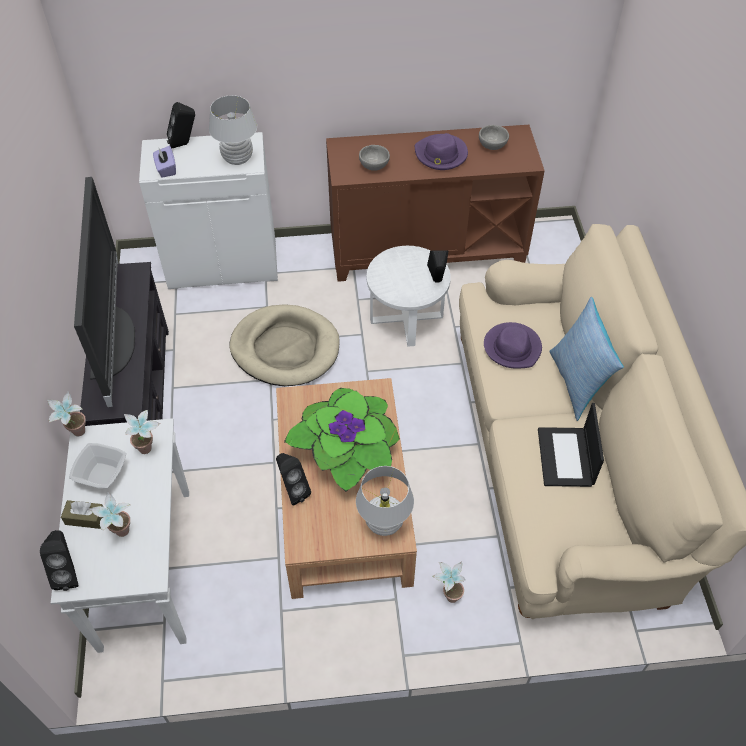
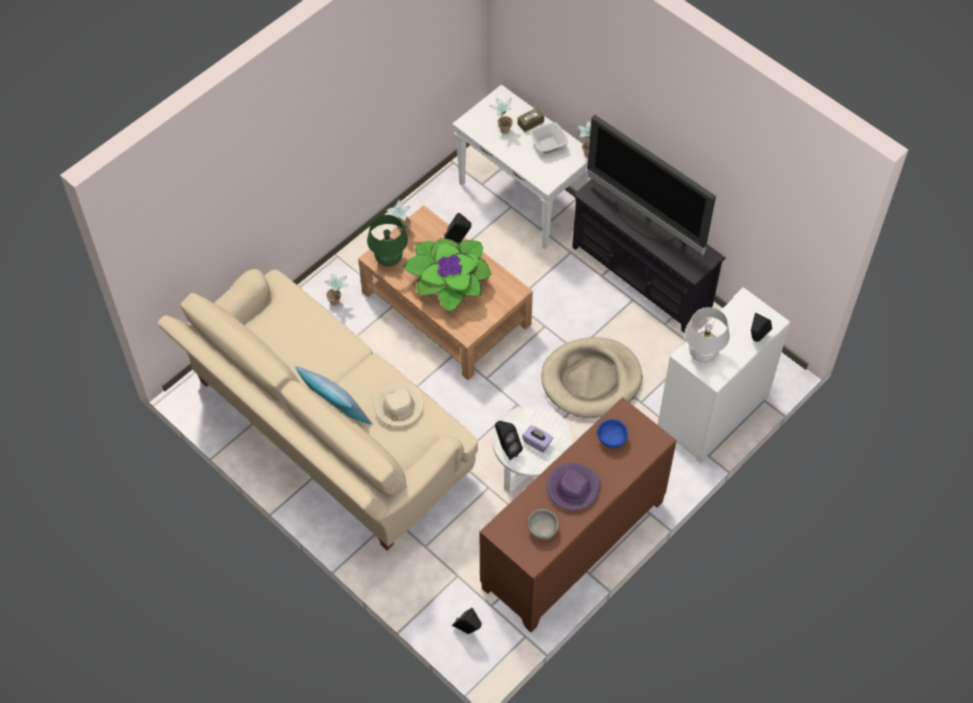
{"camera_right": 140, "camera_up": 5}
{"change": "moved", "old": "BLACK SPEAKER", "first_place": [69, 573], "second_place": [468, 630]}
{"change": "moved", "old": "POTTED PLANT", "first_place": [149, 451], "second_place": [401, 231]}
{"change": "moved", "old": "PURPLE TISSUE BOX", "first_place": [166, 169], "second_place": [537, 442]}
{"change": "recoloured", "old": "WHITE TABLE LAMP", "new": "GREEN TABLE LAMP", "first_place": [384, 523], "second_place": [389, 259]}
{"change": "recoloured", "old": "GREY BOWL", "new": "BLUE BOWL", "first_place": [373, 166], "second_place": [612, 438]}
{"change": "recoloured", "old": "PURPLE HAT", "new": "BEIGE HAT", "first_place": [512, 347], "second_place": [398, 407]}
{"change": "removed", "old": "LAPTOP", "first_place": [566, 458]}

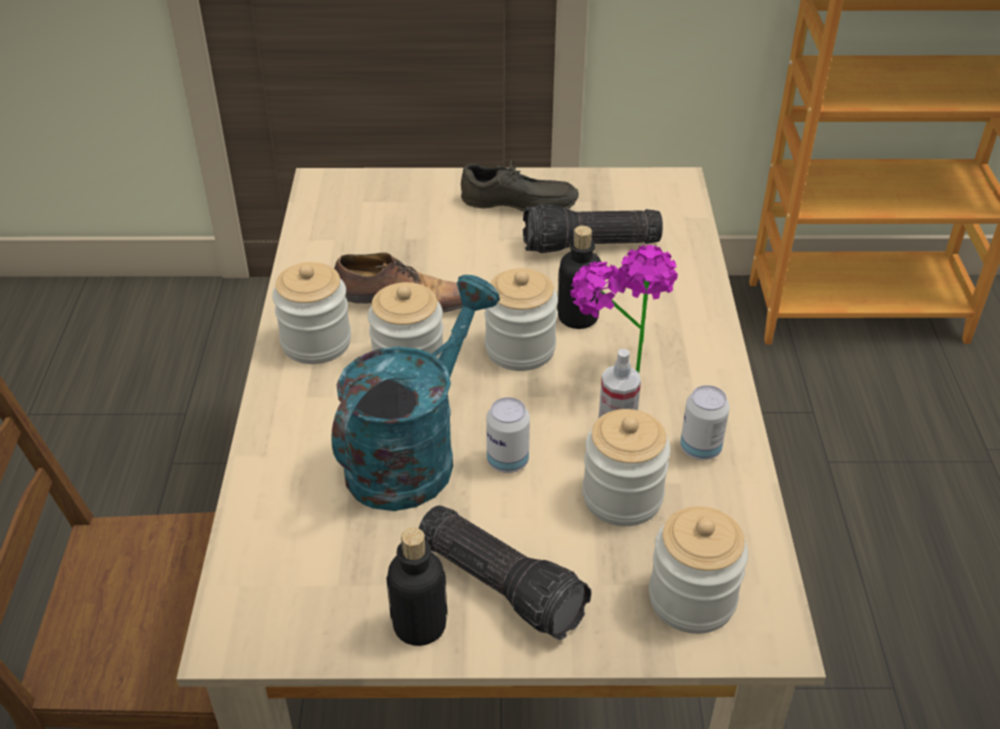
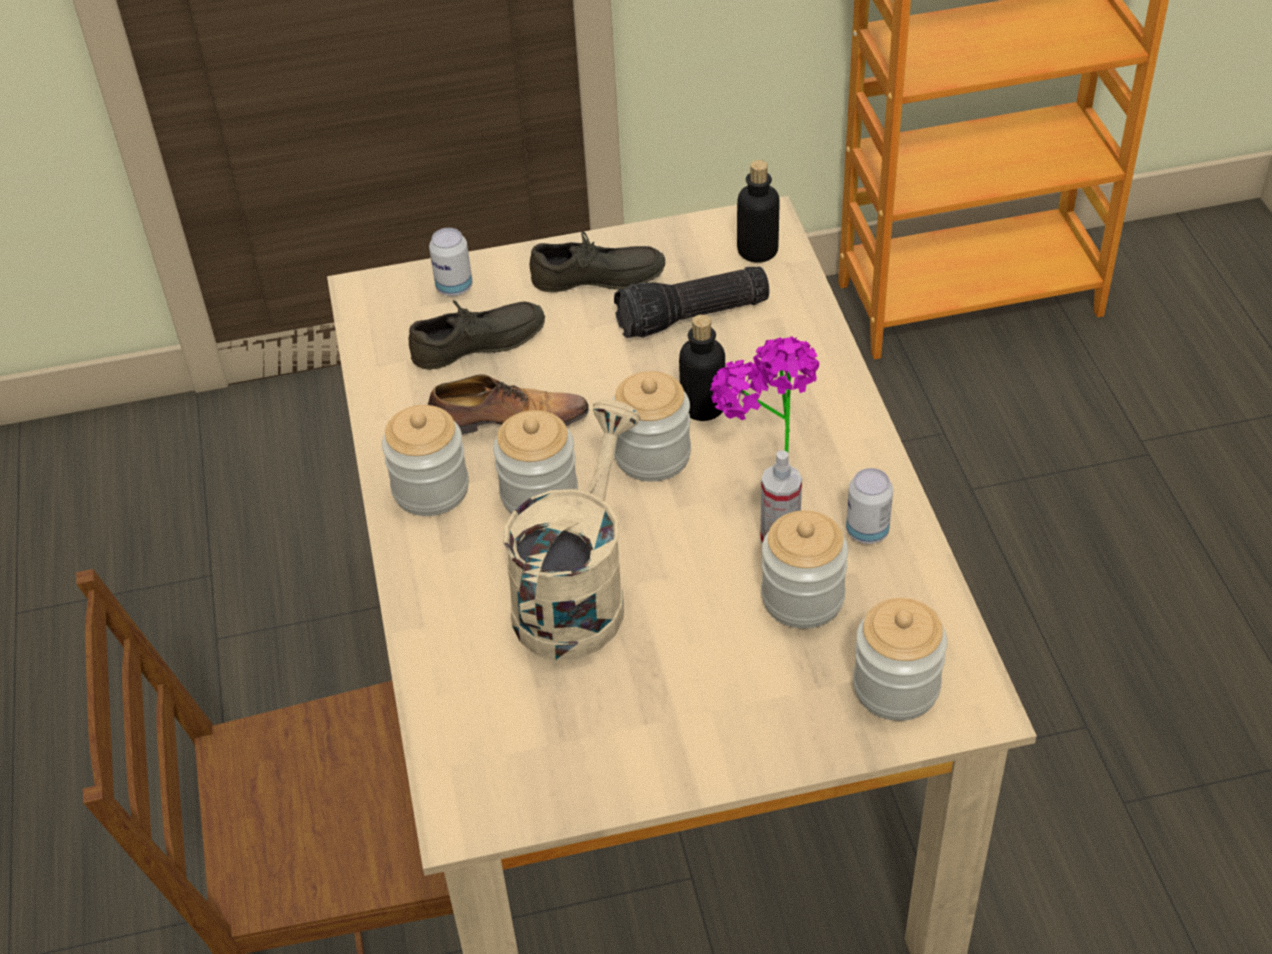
{"camera_right": -10, "camera_up": 5}
{"change": "recoloured", "old": "TURQUOISE WATERING CAN", "new": "BEIGE WATERING CAN", "first_place": [412, 453], "second_place": [576, 593]}
{"change": "moved", "old": "BOTTLE", "first_place": [419, 625], "second_place": [757, 251]}
{"change": "removed", "old": "FLASHLIGHT", "first_place": [503, 583]}
{"change": "moved", "old": "CAN", "first_place": [507, 461], "second_place": [454, 287]}
{"change": "added", "new": "GREY SHOE", "second_place": [480, 348]}

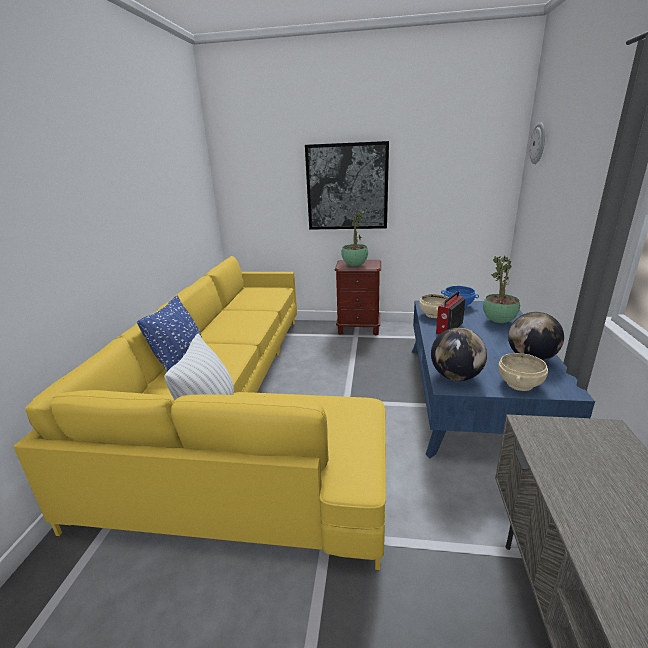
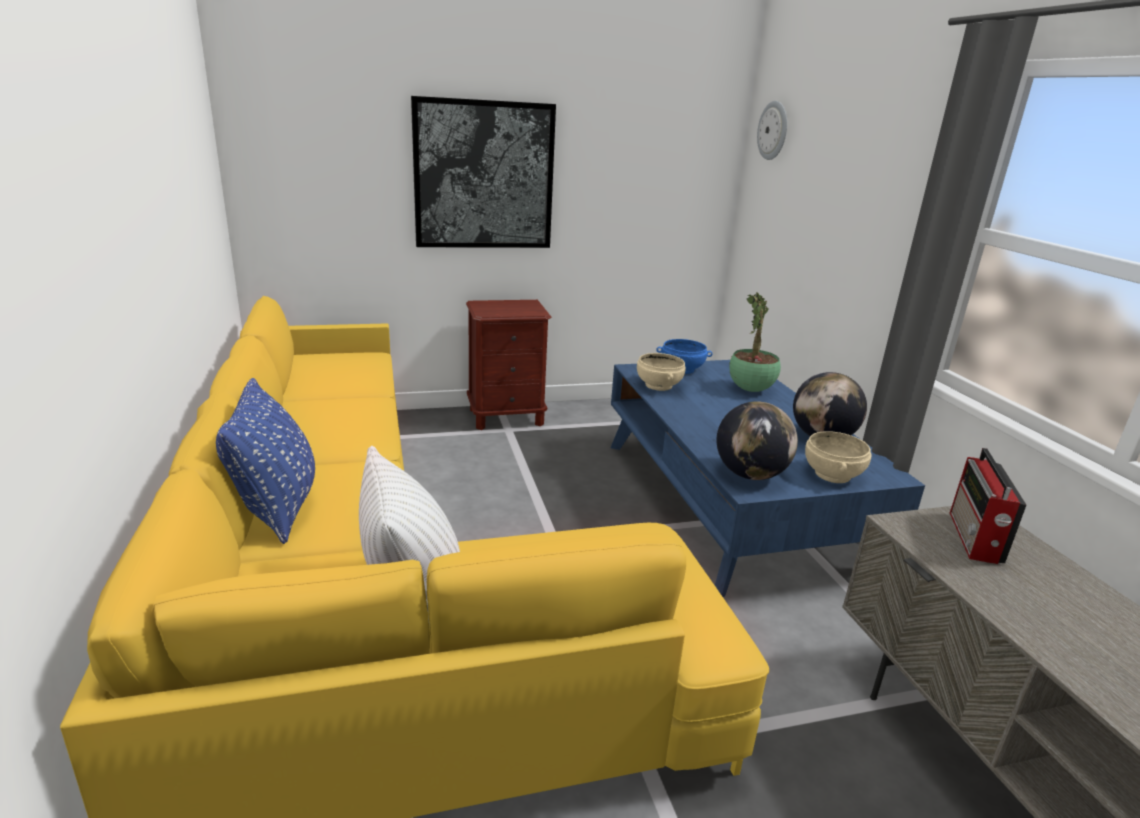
{"camera_right": -25, "camera_up": 0}
{"change": "removed", "old": "POTTED PLANT", "first_place": [354, 265]}
{"change": "moved", "old": "RADIO", "first_place": [448, 328], "second_place": [974, 538]}

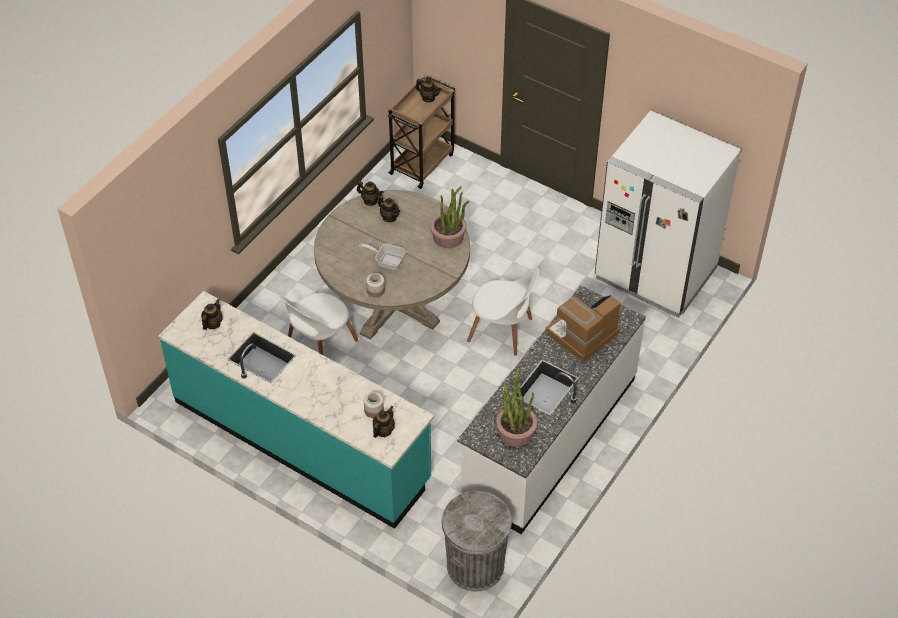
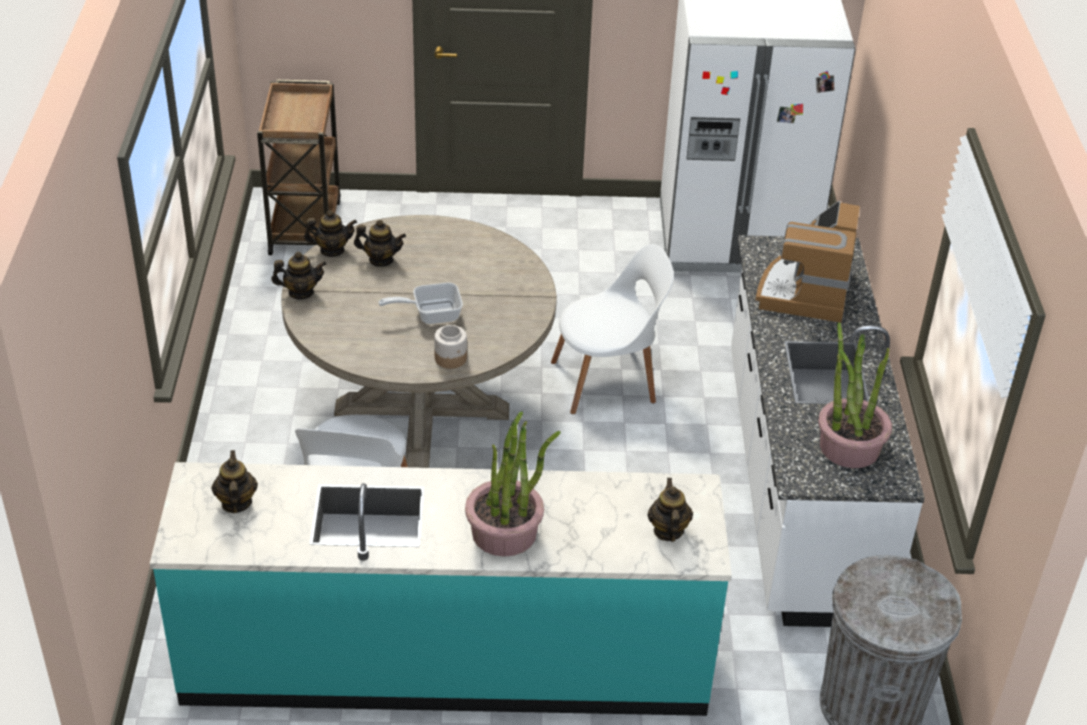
{"camera_right": -35, "camera_up": -10}
{"change": "removed", "old": "JAR", "first_place": [374, 410]}
{"change": "moved", "old": "TEAPOT", "first_place": [428, 98], "second_place": [301, 292]}
{"change": "moved", "old": "POTTED PLANT", "first_place": [448, 237], "second_place": [505, 532]}

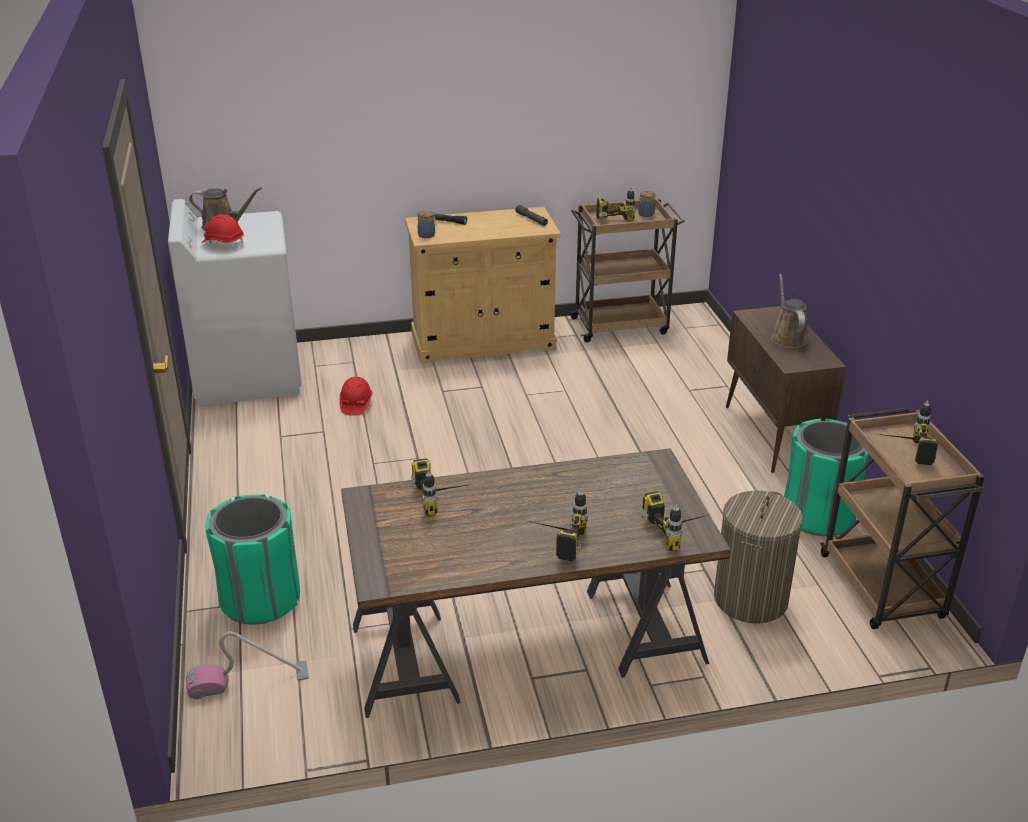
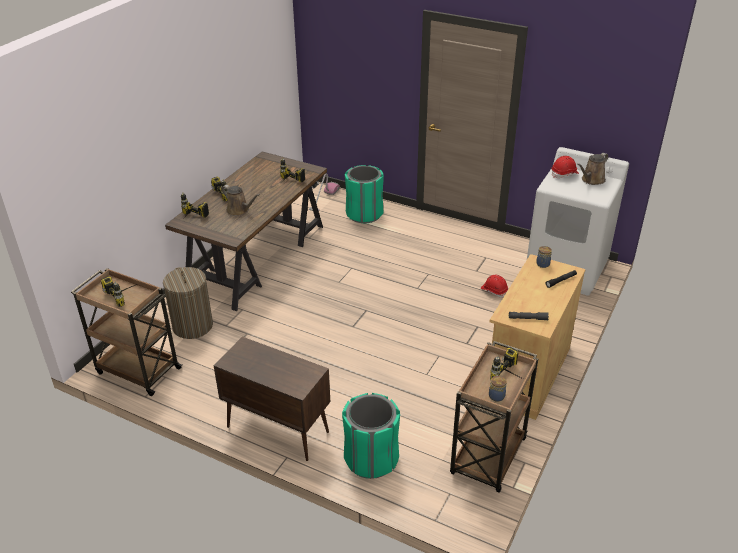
{"camera_right": 130, "camera_up": 5}
{"change": "moved", "old": "BROWN WATERING CAN", "first_place": [787, 337], "second_place": [239, 210]}
{"change": "moved", "old": "GREEN TRASH CAN", "first_place": [818, 516], "second_place": [371, 459]}

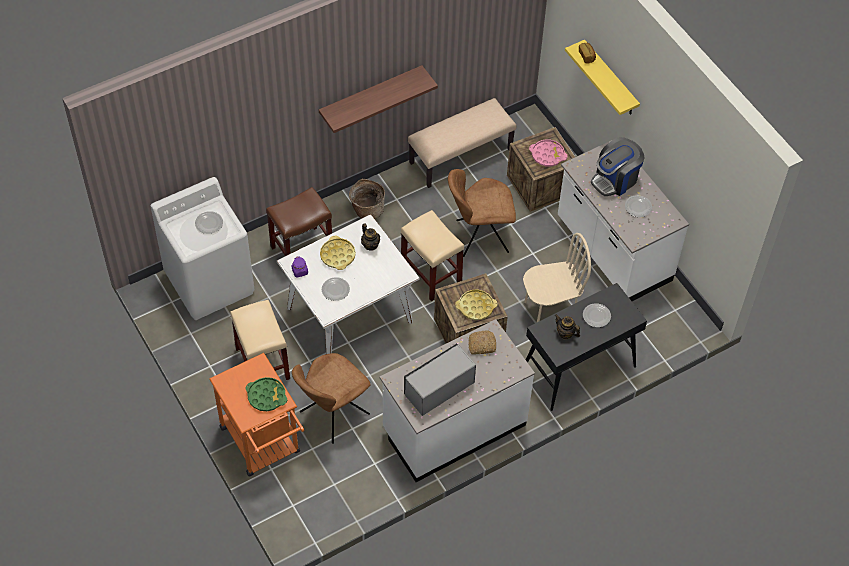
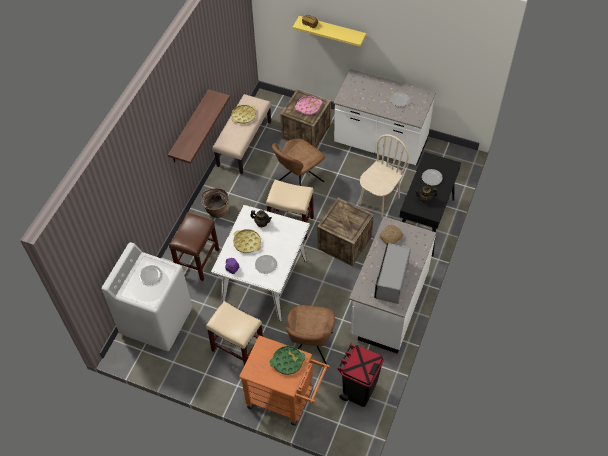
{"camera_right": -35, "camera_up": 0}
{"change": "moved", "old": "YELLOW TRAY", "first_place": [476, 307], "second_place": [243, 116]}
{"change": "removed", "old": "COFFEE MACHINE", "first_place": [615, 179]}
{"change": "added", "new": "BLACK TRASH CAN", "second_place": [359, 390]}

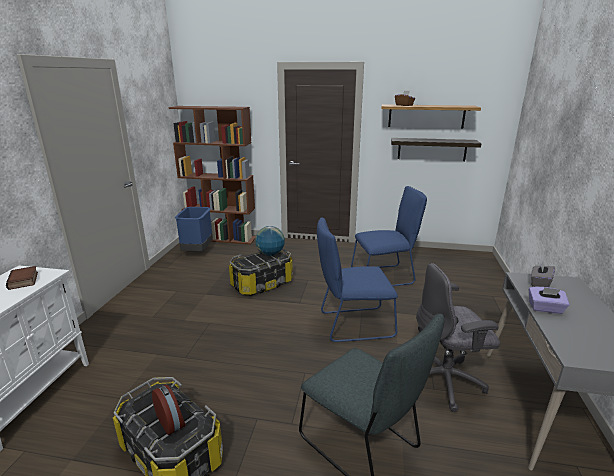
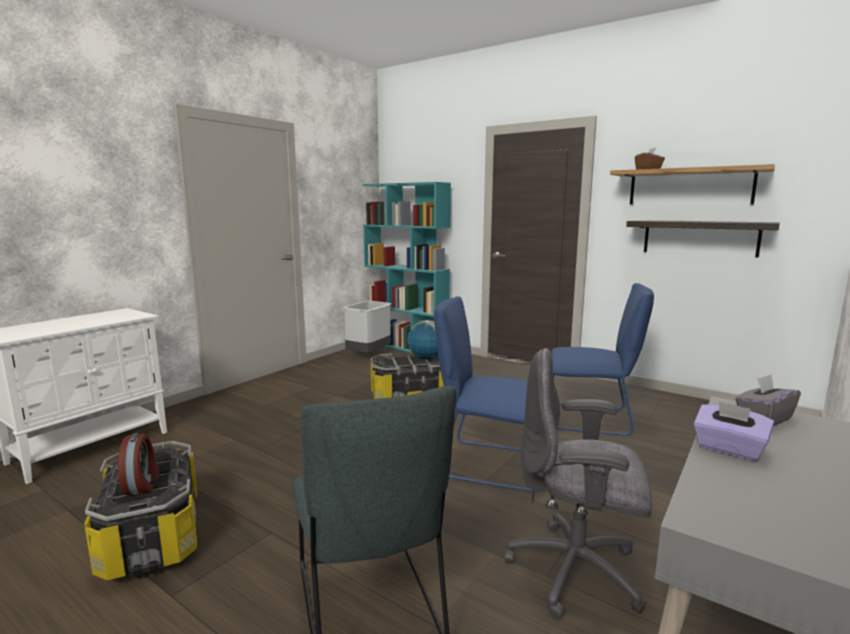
{"camera_right": 25, "camera_up": -10}
{"change": "removed", "old": "BOOK", "first_place": [24, 281]}
{"change": "recoloured", "old": "BROWN BOOKCASE", "new": "TURQUOISE BOOKCASE", "first_place": [221, 238], "second_place": [407, 347]}
{"change": "recoloured", "old": "BLUE TRASH CAN", "new": "GREY TRASH CAN", "first_place": [198, 251], "second_place": [369, 355]}

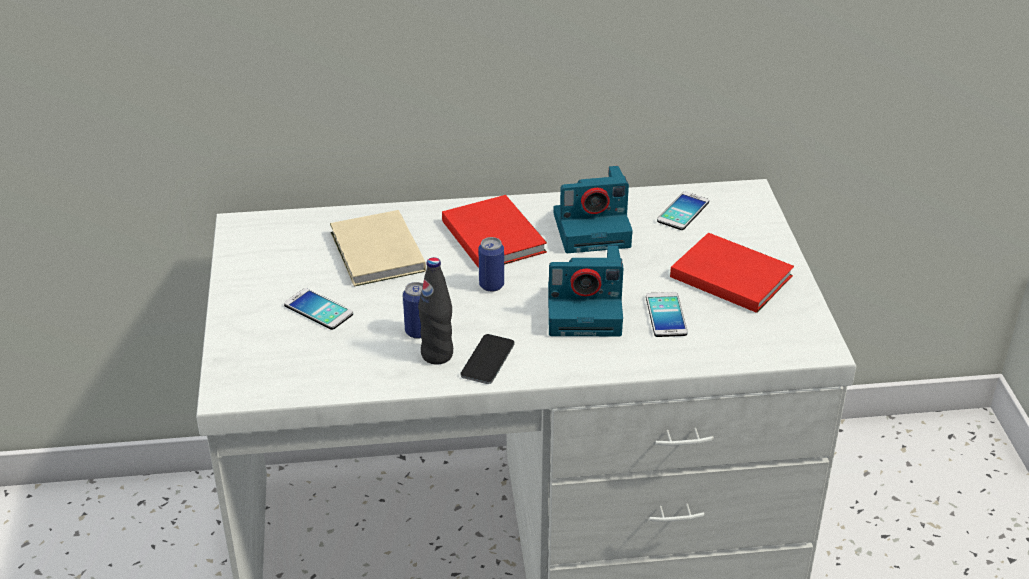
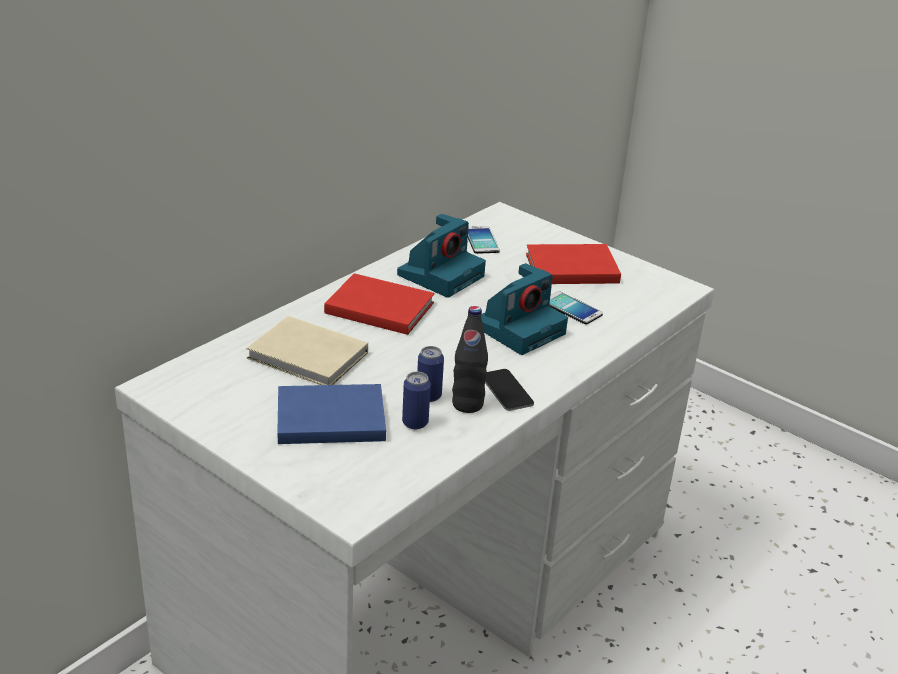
{"camera_right": -45, "camera_up": -5}
{"change": "replaced", "old": "PHONE", "new": "BLUE BOOK", "first_place": [318, 310], "second_place": [327, 417]}
{"change": "moved", "old": "CAN", "first_place": [491, 285], "second_place": [415, 423]}

